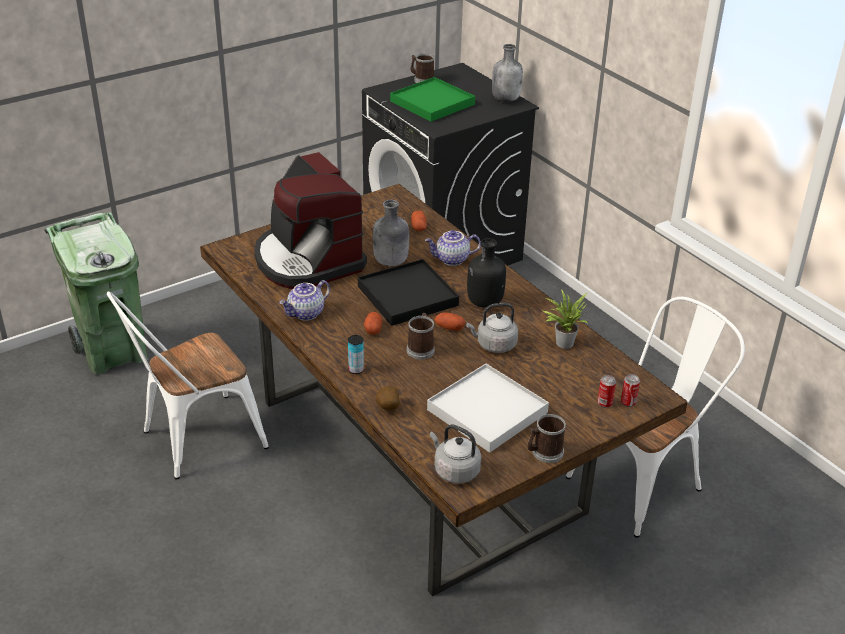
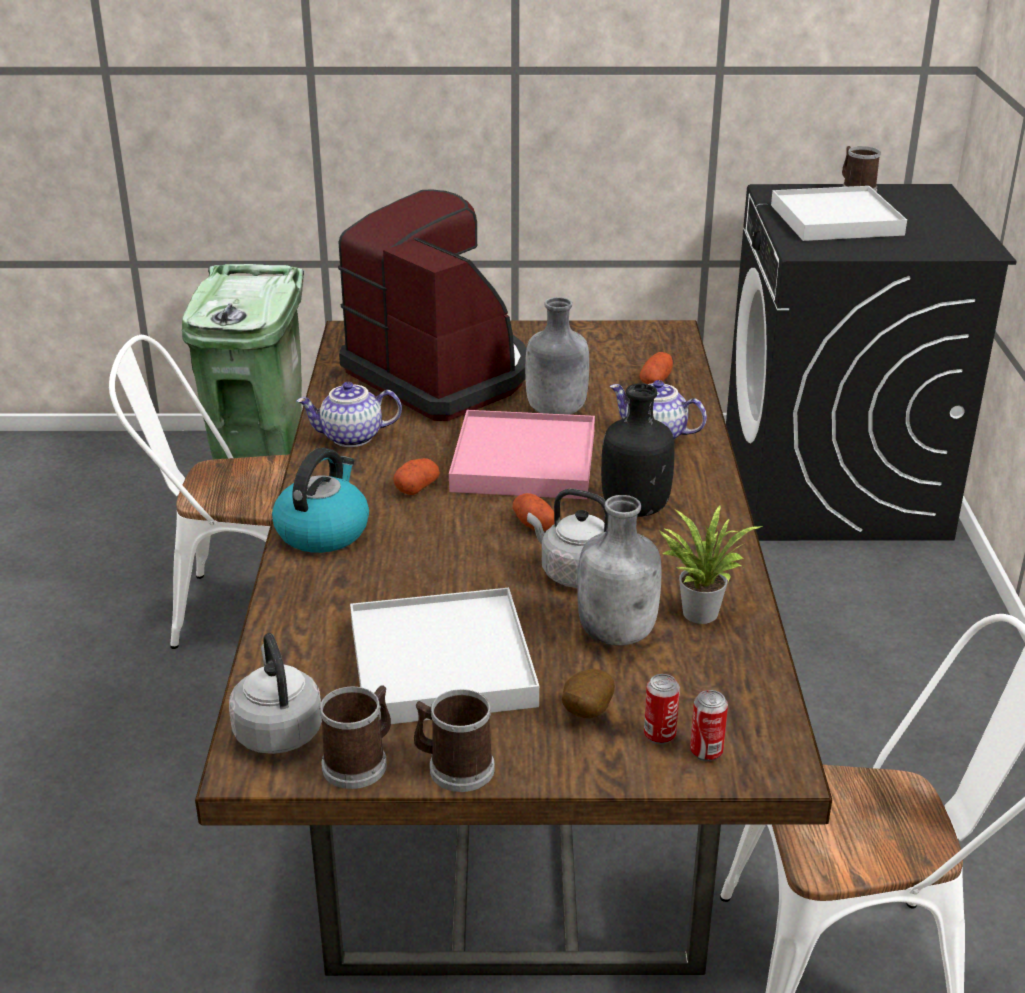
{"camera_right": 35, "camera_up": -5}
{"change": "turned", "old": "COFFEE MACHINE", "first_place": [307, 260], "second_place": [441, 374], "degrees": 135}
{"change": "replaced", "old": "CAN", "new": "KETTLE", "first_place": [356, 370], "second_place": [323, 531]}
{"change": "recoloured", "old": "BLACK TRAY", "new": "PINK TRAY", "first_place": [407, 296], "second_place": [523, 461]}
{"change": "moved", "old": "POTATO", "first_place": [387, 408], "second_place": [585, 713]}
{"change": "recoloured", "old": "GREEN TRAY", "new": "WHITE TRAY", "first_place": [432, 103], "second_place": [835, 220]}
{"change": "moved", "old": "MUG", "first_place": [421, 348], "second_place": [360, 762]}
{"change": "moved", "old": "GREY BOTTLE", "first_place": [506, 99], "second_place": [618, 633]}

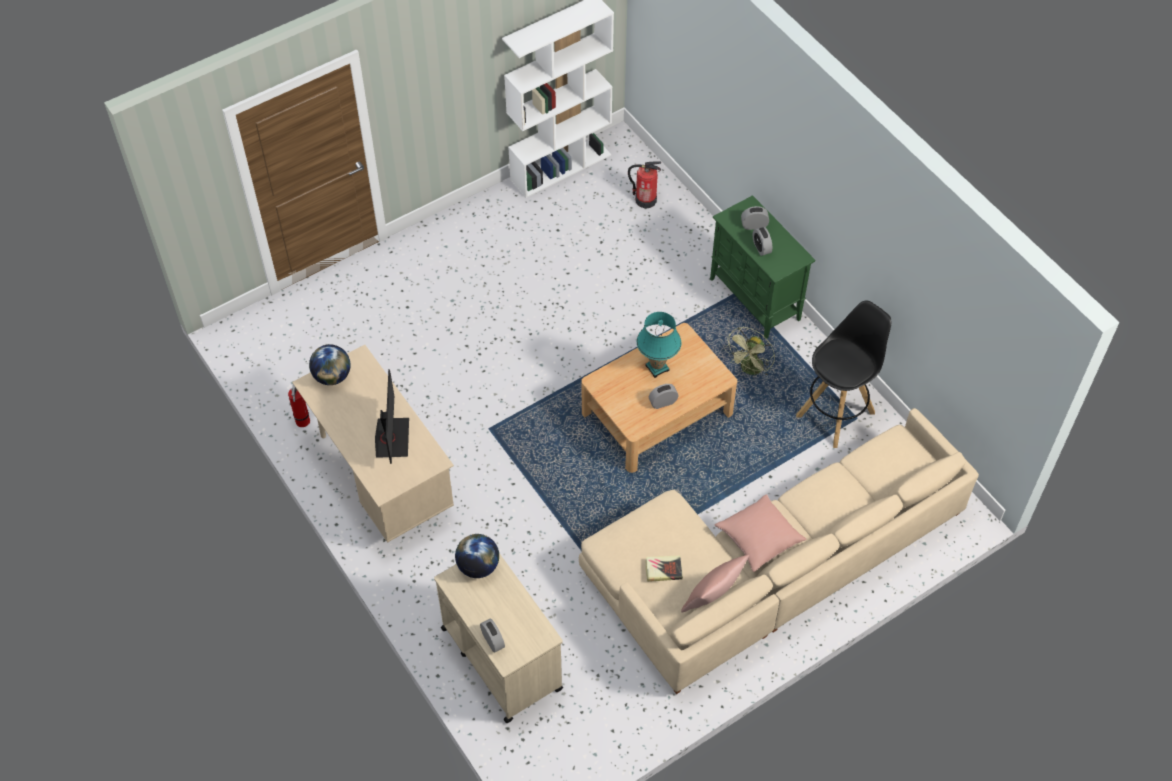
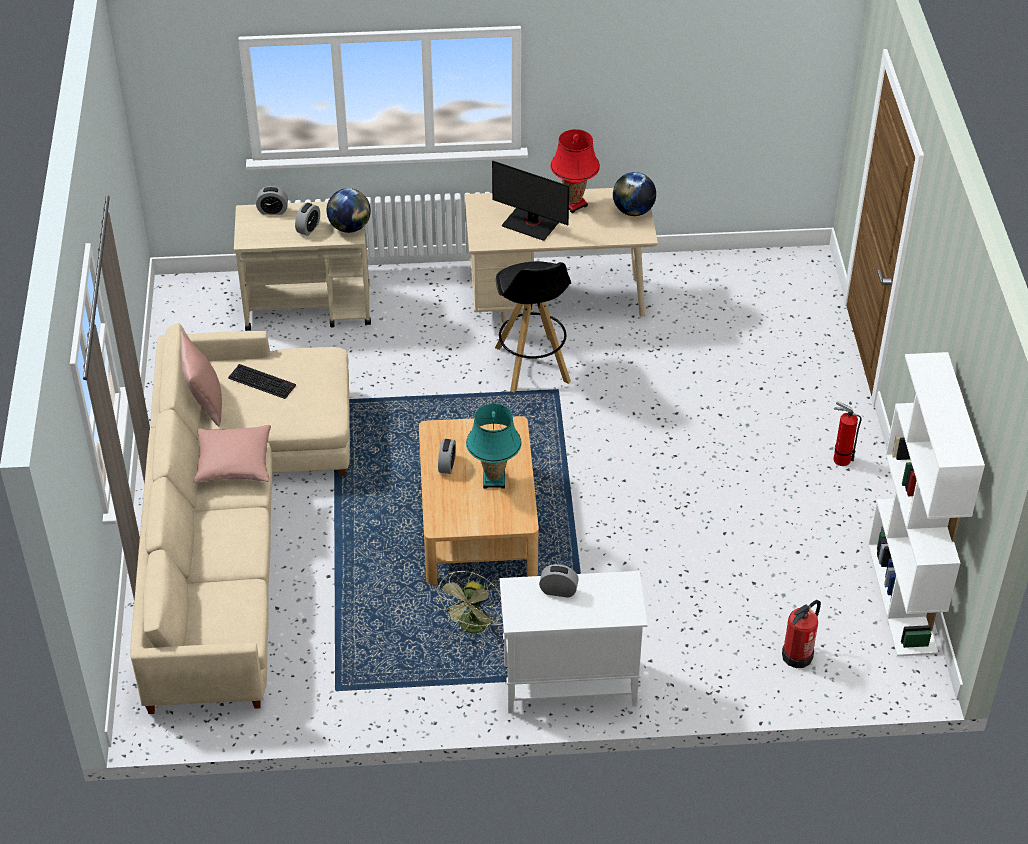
{"camera_right": 120, "camera_up": -10}
{"change": "moved", "old": "FIRE EXTINGUISHER", "first_place": [302, 423], "second_place": [839, 459]}
{"change": "replaced", "old": "BOOK", "new": "KEYBOARD", "first_place": [663, 570], "second_place": [263, 381]}
{"change": "recoloured", "old": "GREEN CABINET", "new": "WHITE CABINET", "first_place": [755, 299], "second_place": [568, 685]}
{"change": "turned", "old": "GREEN FAN", "first_place": [750, 370], "second_place": [473, 628], "degrees": -135}
{"change": "moved", "old": "ALARM CLOCK", "first_place": [754, 225], "second_place": [308, 228]}
{"change": "moved", "old": "BLACK STOOL", "first_place": [836, 413], "second_place": [532, 365]}
{"change": "added", "new": "RED TABLE LAMP", "second_place": [573, 204]}

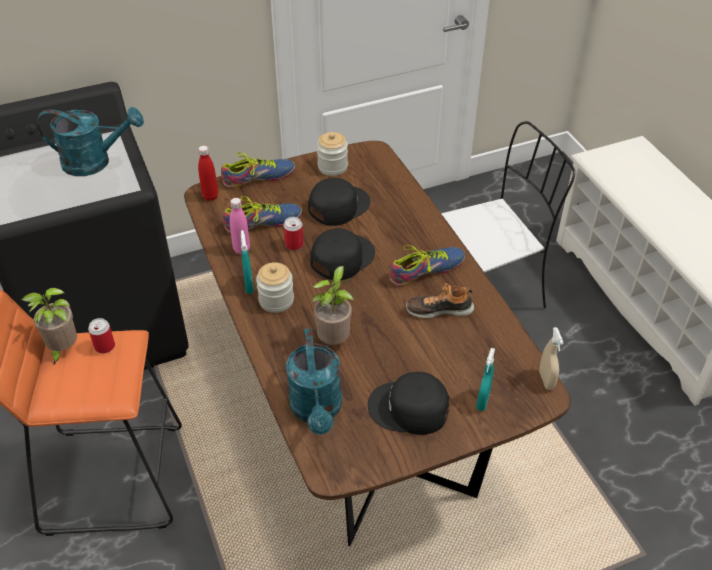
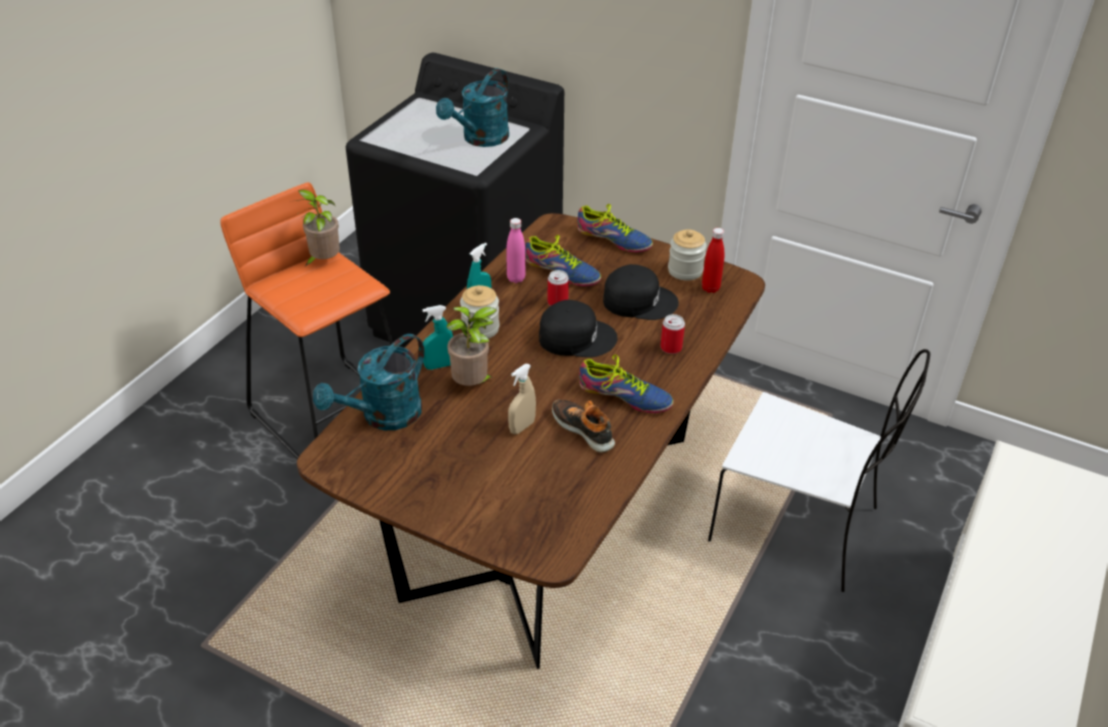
{"camera_right": 50, "camera_up": -5}
{"change": "turned", "old": "TURQUOISE WATERING CAN", "first_place": [95, 162], "second_place": [480, 139], "degrees": 75}
{"change": "moved", "old": "CAN", "first_place": [105, 346], "second_place": [671, 348]}
{"change": "moved", "old": "RED BOTTLE", "first_place": [210, 196], "second_place": [710, 288]}
{"change": "removed", "old": "BLACK CAP", "first_place": [409, 409]}
{"change": "moved", "old": "TURQUOISE SPRAY BOTTLE", "first_place": [483, 401], "second_place": [439, 365]}
{"change": "moved", "old": "BEIGE SPRAY BOTTLE", "first_place": [546, 380], "second_place": [522, 427]}

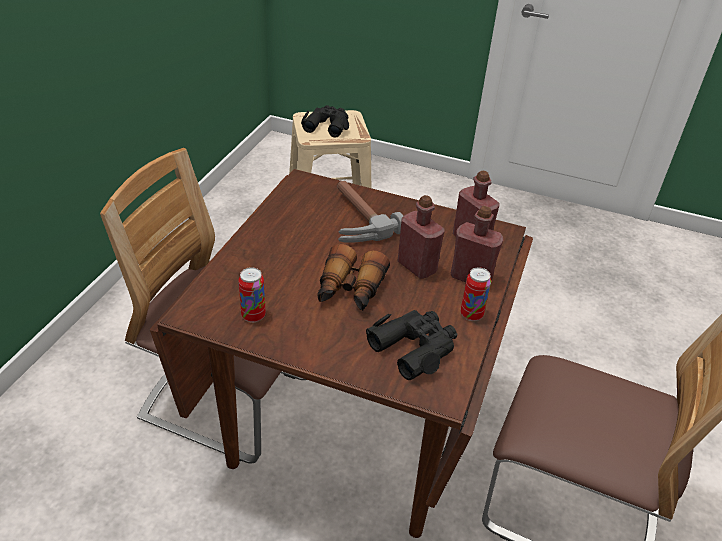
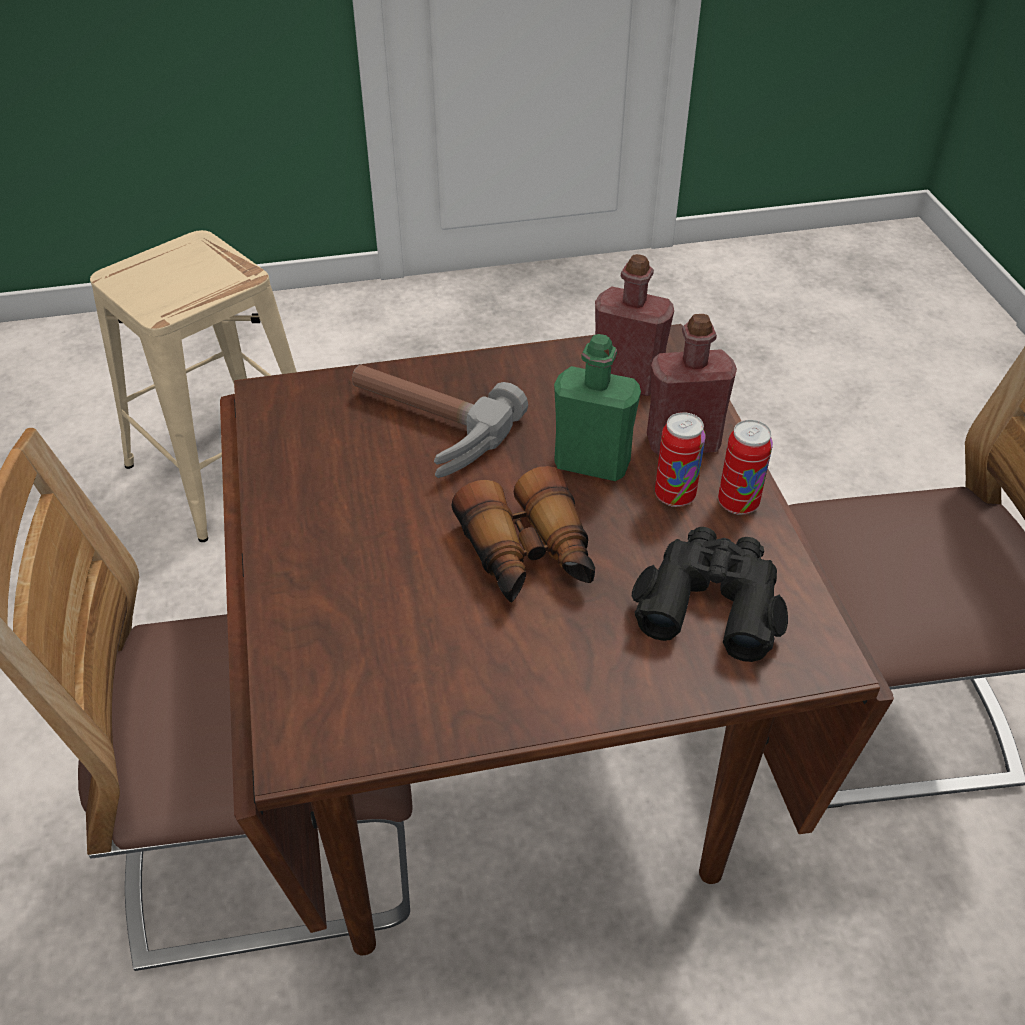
{"camera_right": -30, "camera_up": 5}
{"change": "moved", "old": "CAN", "first_place": [253, 316], "second_place": [674, 496]}
{"change": "removed", "old": "BLACK BINOCULARS", "first_place": [327, 125]}
{"change": "recoloured", "old": "RED BOTTLE", "new": "GREEN BOTTLE", "first_place": [417, 267], "second_place": [592, 464]}

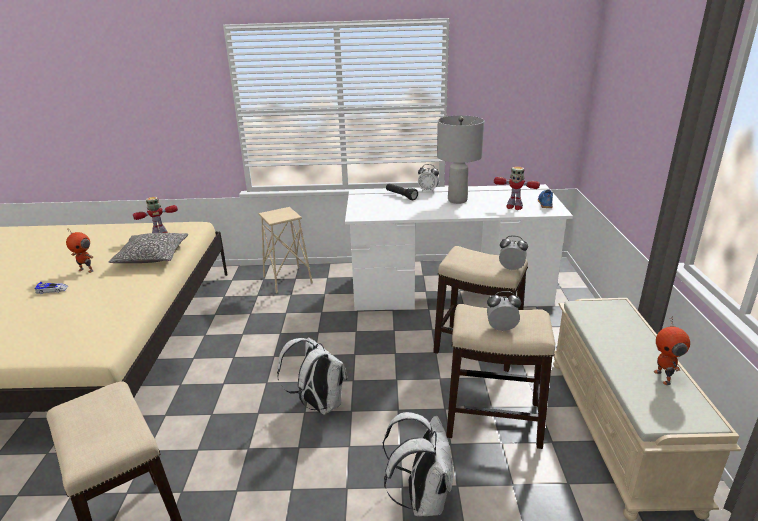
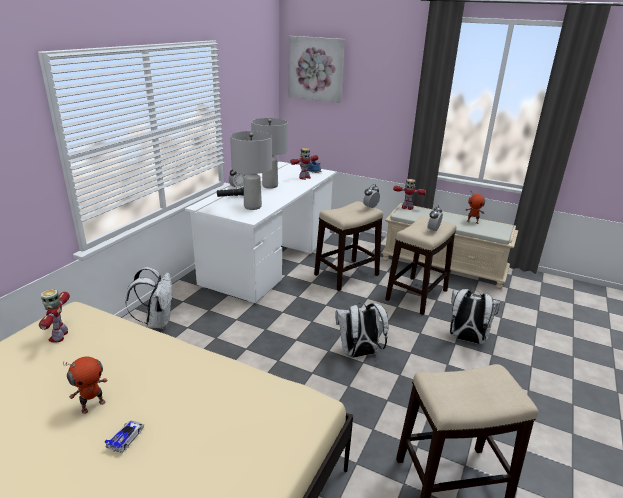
{"camera_right": -65, "camera_up": 0}
{"change": "removed", "old": "PILLOW", "first_place": [152, 256]}
{"change": "replaced", "old": "BEIGE STOOL", "new": "WHITE BACKPACK", "first_place": [288, 280], "second_place": [157, 322]}
{"change": "added", "new": "GREY TABLE LAMP", "second_place": [253, 207]}
{"change": "added", "new": "PICTURE", "second_place": [316, 69]}
{"change": "added", "new": "TOY ROBOT", "second_place": [407, 207]}

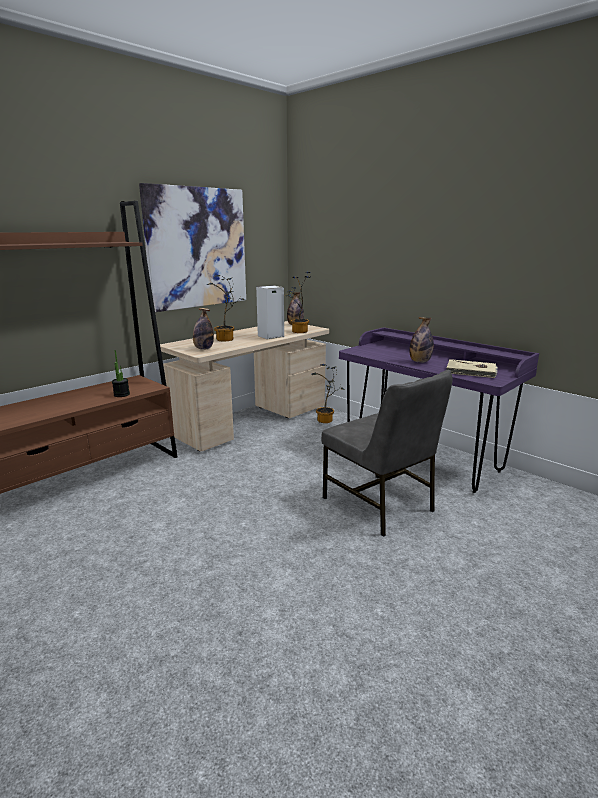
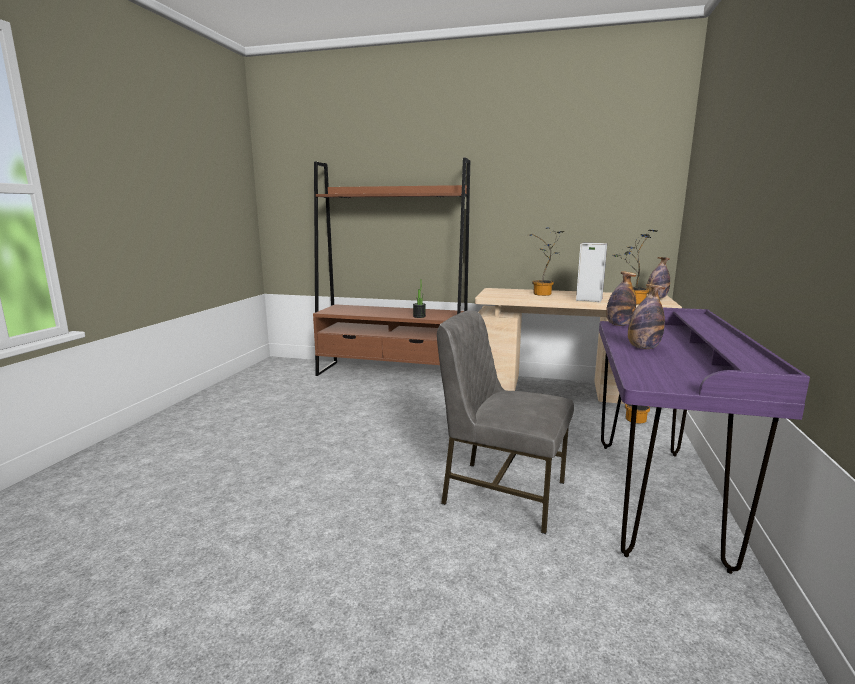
{"camera_right": 60, "camera_up": -5}
{"change": "removed", "old": "PICTURE", "first_place": [197, 248]}
{"change": "moved", "old": "BOTTLE", "first_place": [203, 349], "second_place": [618, 325]}
{"change": "turned", "old": "GREY CHAIR", "first_place": [379, 504], "second_place": [502, 493], "degrees": 90}
{"change": "removed", "old": "BEIGE BOOK", "first_place": [471, 371]}

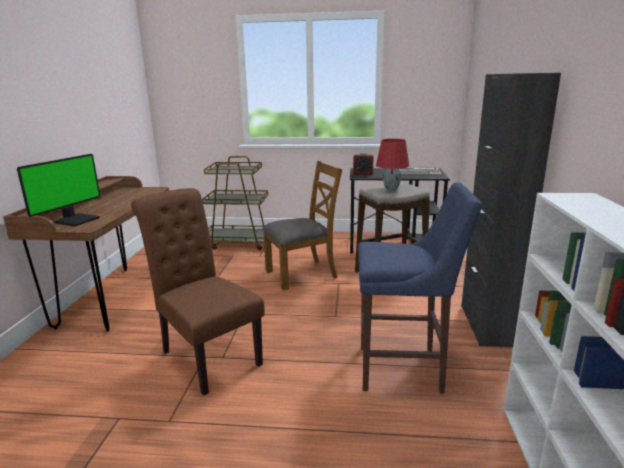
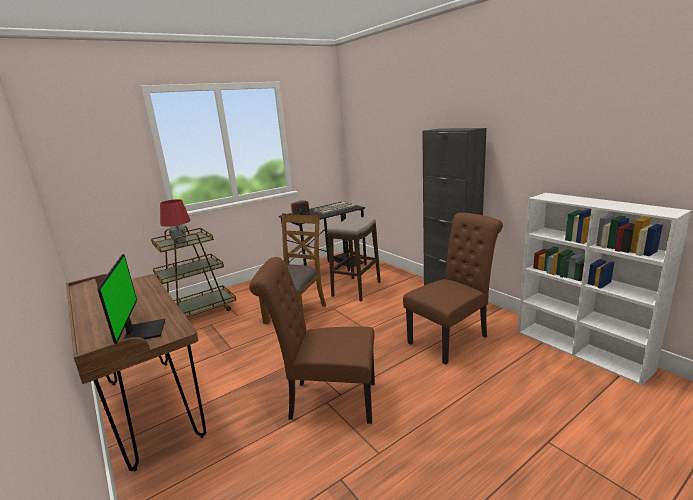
{"camera_right": -40, "camera_up": 0}
{"change": "replaced", "old": "BLUE STOOL", "new": "BROWN CHAIR", "first_place": [405, 369], "second_place": [452, 338]}
{"change": "moved", "old": "RED TABLE LAMP", "first_place": [391, 189], "second_place": [180, 242]}

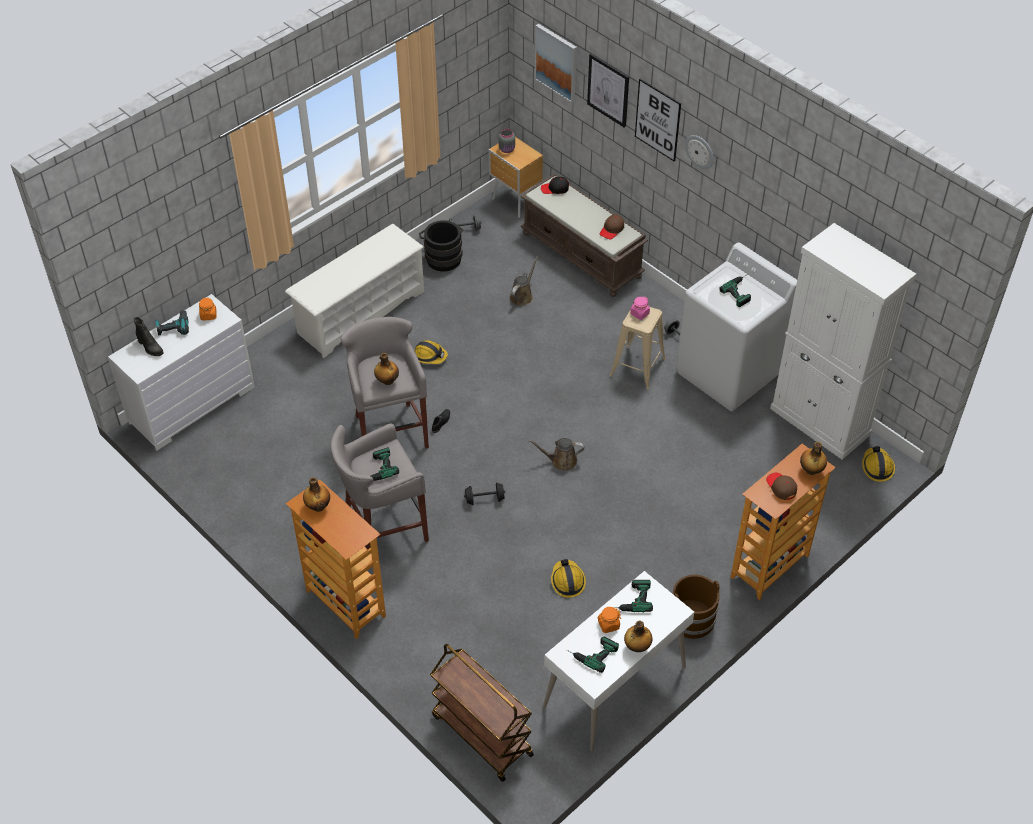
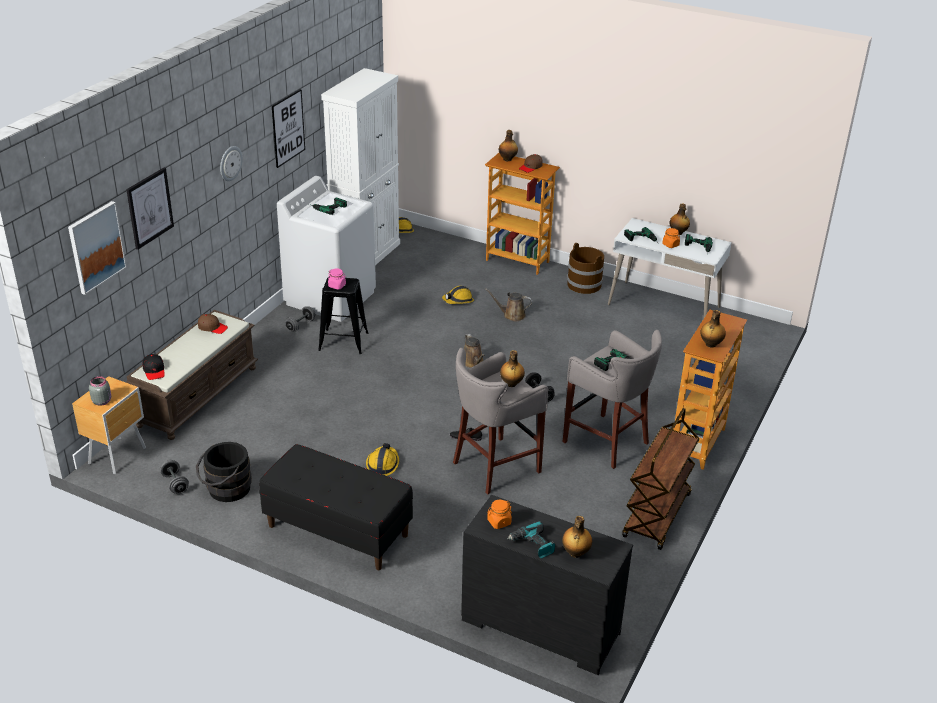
{"camera_right": -110, "camera_up": -15}
{"change": "recoloured", "old": "WHITE DRESSER", "new": "BLACK DRESSER", "first_place": [192, 404], "second_place": [539, 627]}
{"change": "replaced", "old": "BLACK BOOT", "new": "BOTTLE", "first_place": [150, 348], "second_place": [575, 553]}
{"change": "replaced", "old": "WHITE SHOE RACK", "new": "BLACK BENCH", "first_place": [360, 312], "second_place": [337, 531]}
{"change": "moved", "old": "BROWN CART", "first_place": [481, 735], "second_place": [657, 516]}
{"change": "moved", "old": "BROWN WATERING CAN", "first_place": [522, 296], "second_place": [512, 315]}
{"change": "moved", "old": "HARD HAT", "first_place": [567, 581], "second_place": [458, 301]}
{"change": "recoloured", "old": "BEIGE STOOL", "new": "BLACK STOOL", "first_place": [637, 367], "second_place": [344, 341]}
{"change": "moved", "old": "PICTURE", "first_place": [657, 120], "second_place": [288, 128]}

